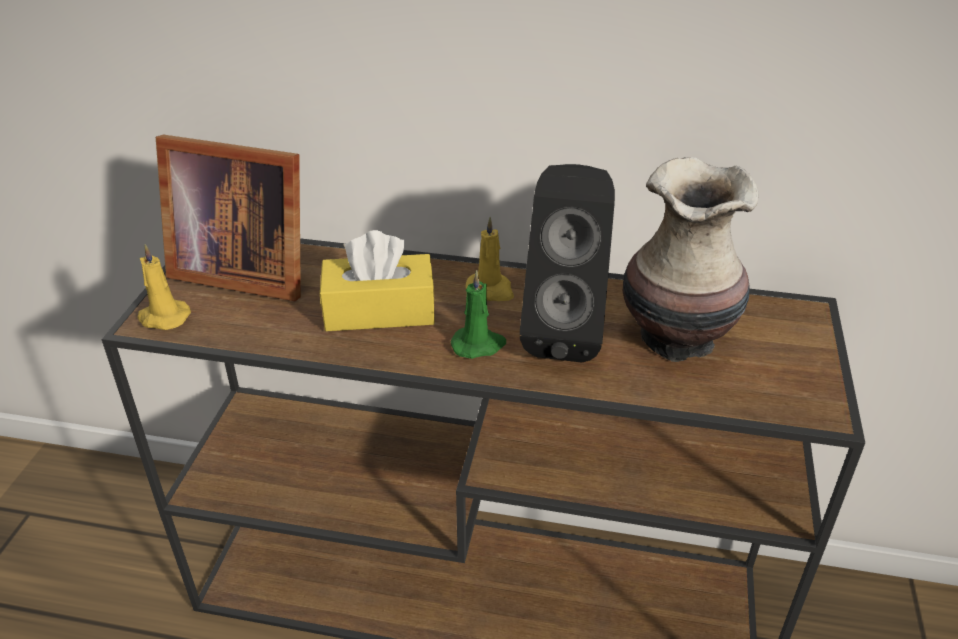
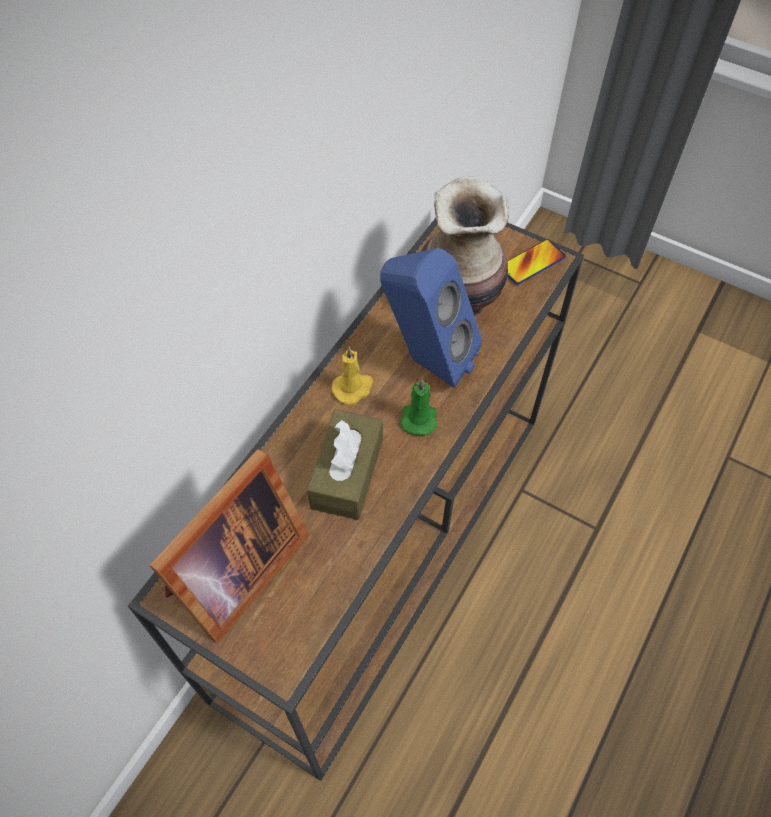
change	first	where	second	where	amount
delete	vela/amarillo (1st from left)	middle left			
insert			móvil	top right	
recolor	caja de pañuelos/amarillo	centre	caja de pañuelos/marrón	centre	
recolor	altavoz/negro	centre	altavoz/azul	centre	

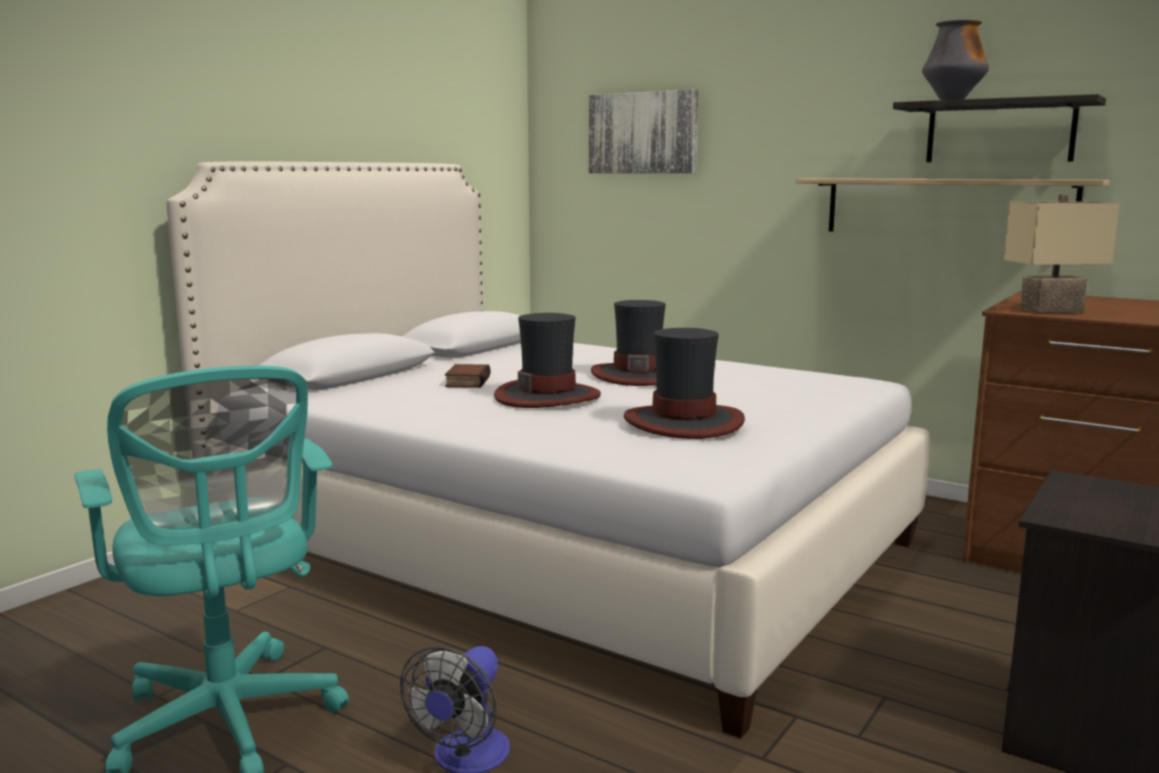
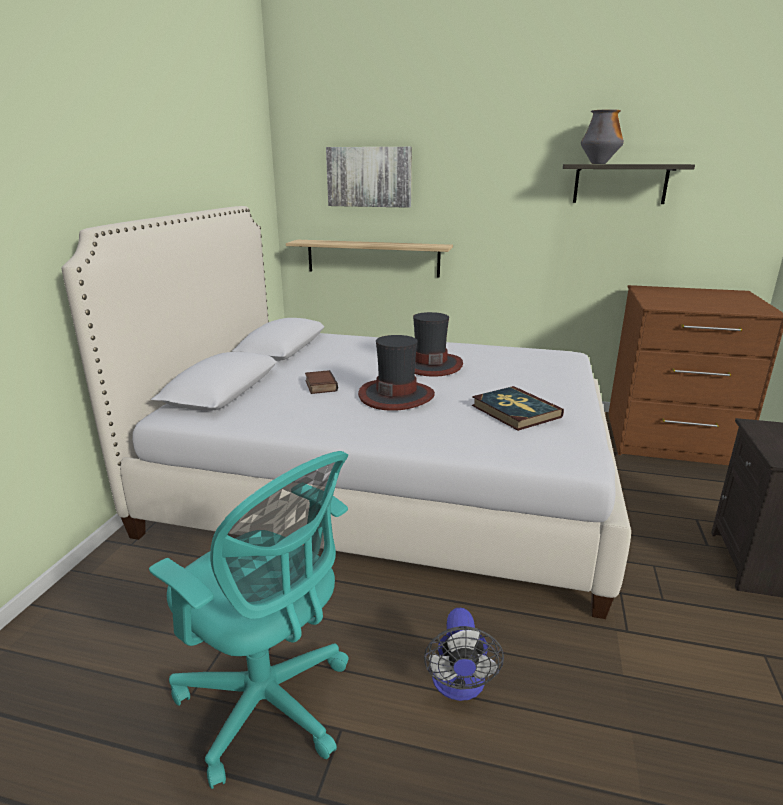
change	first	where	second	where	amount
delete	lámpara de mesa/beis	top right			
move	estante (1st from left)	top right		top centre	
replace	sombrero (3rd from left)	centre	libro (2nd from left)	centre	

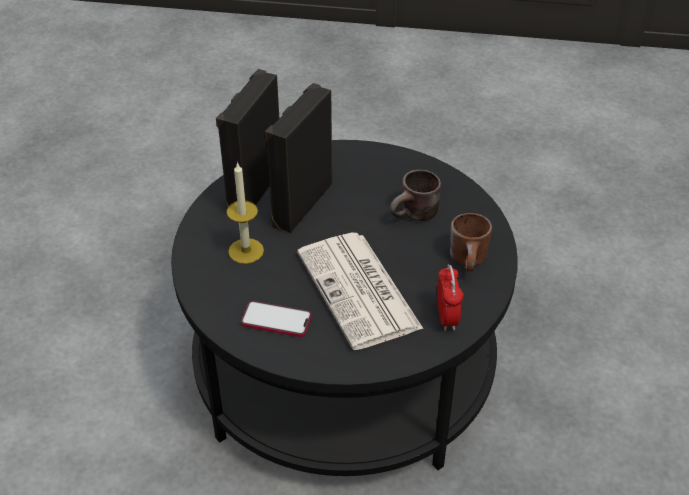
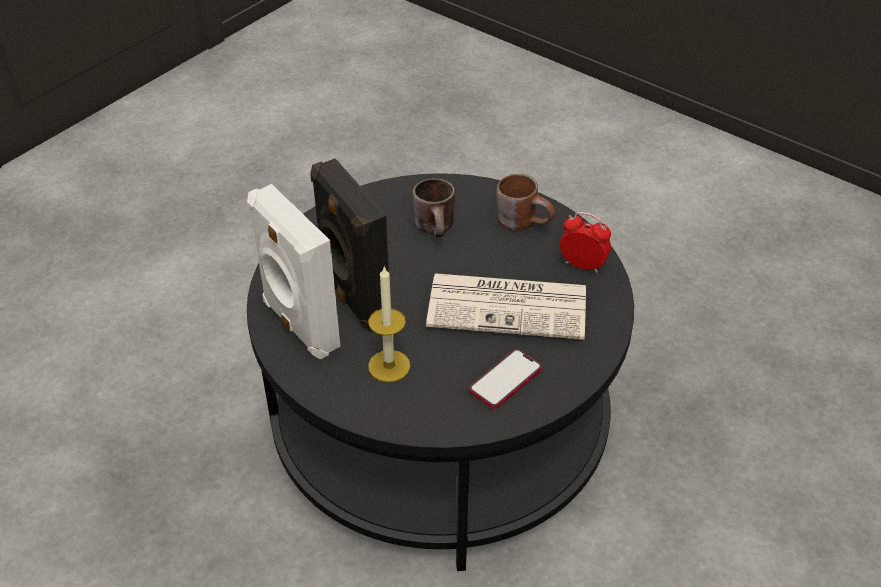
change	first	where	second	where	amount
recolor	altavoz/negro (1st from left)	top centre	altavoz/blanco	middle left	

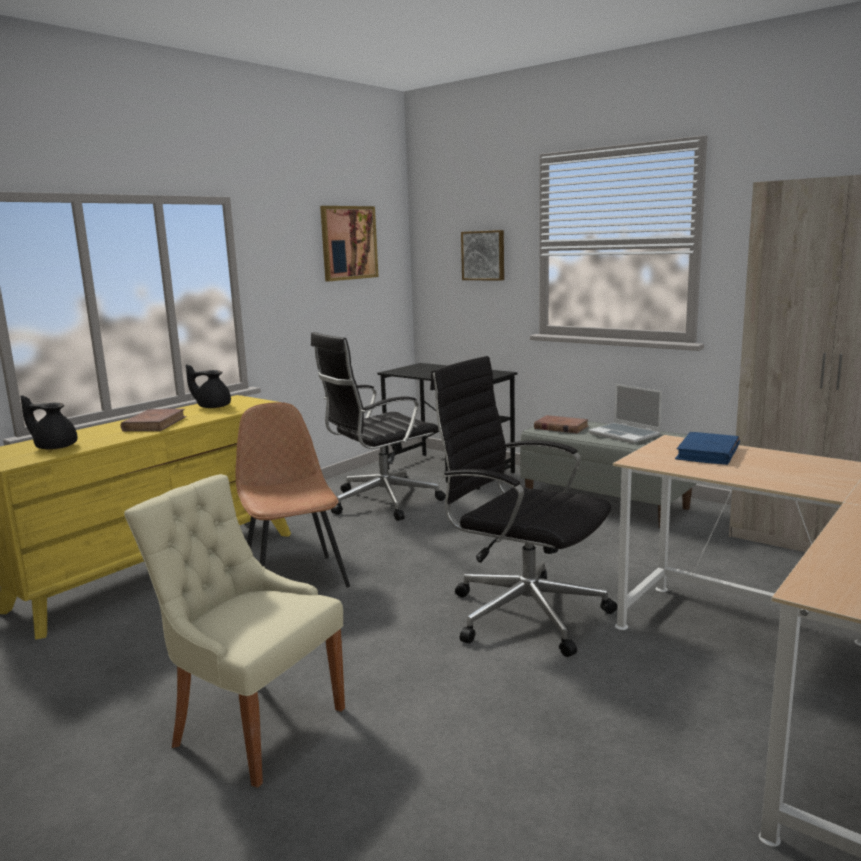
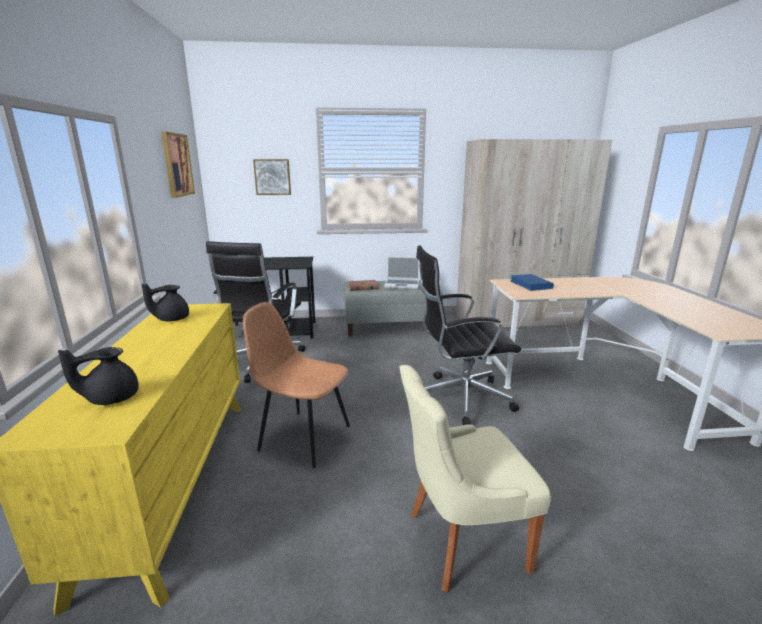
change	first	where	second	where	amount
delete	libro/marrón (1st from left)	middle left			

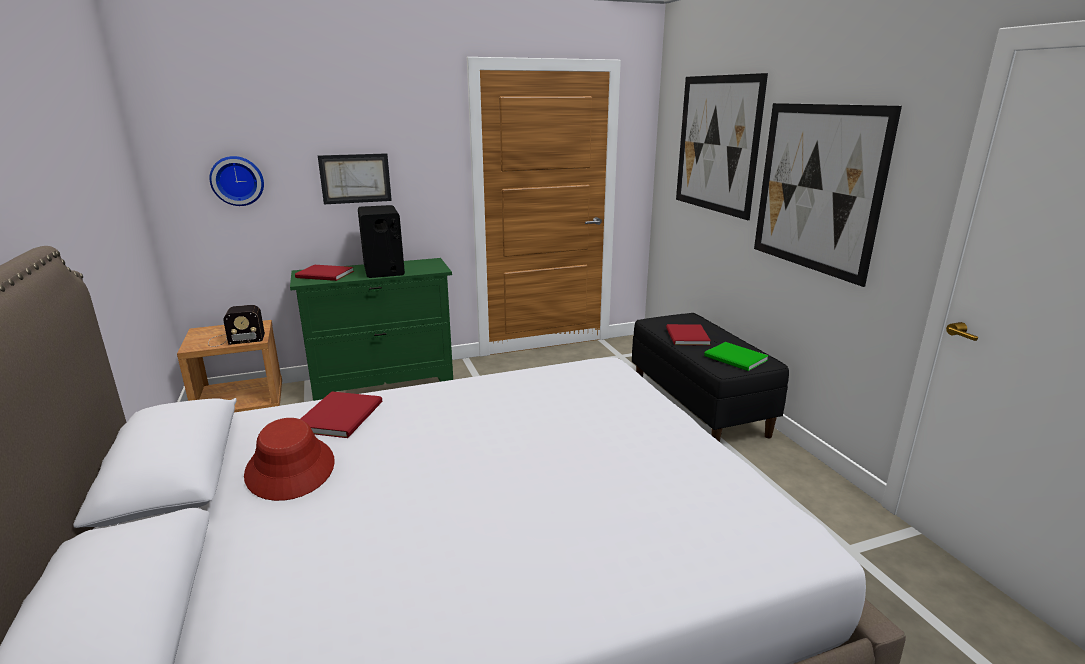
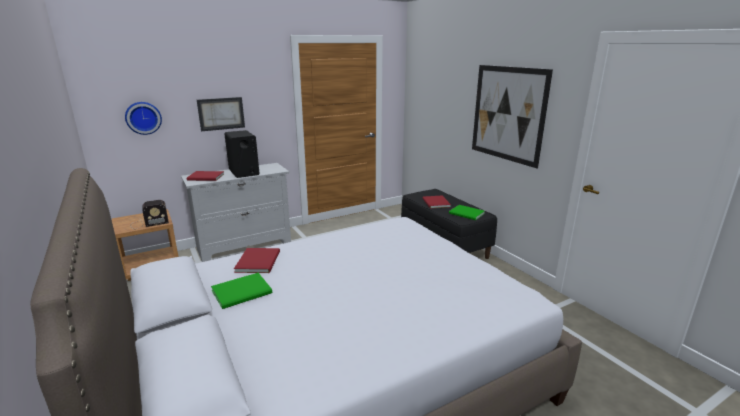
change	first	where	second	where	amount
delete	cuadro (2nd from left)	top centre			
replace	sombrero/rojo	bottom left	libro/verde (1st from left)	bottom left	
recolor	cómoda/verde	centre	cómoda/blanco	middle left	

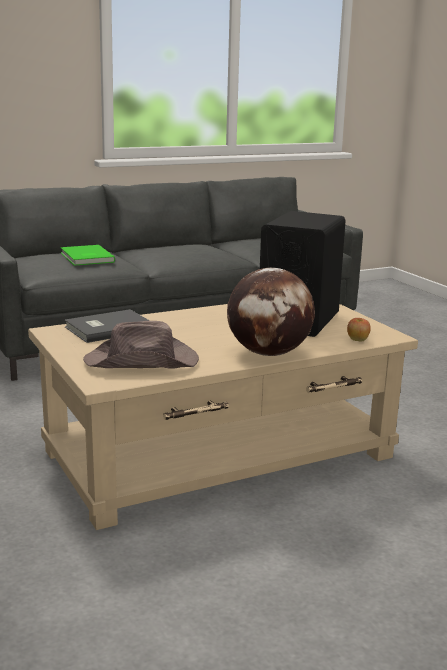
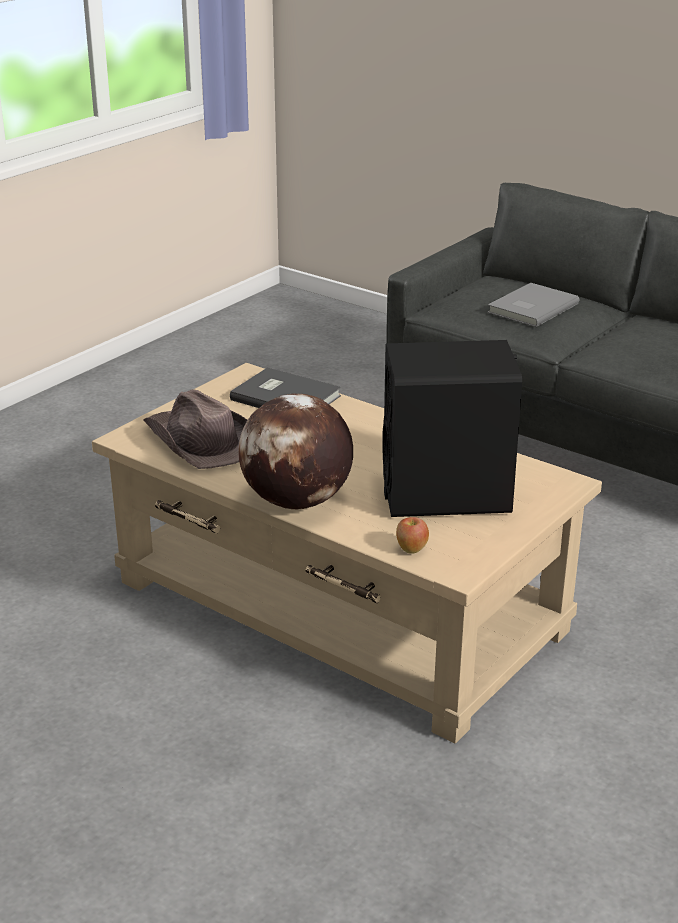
change	first	where	second	where	amount
recolor	libro/verde	middle left	libro/gris (2nd from left)	top right	

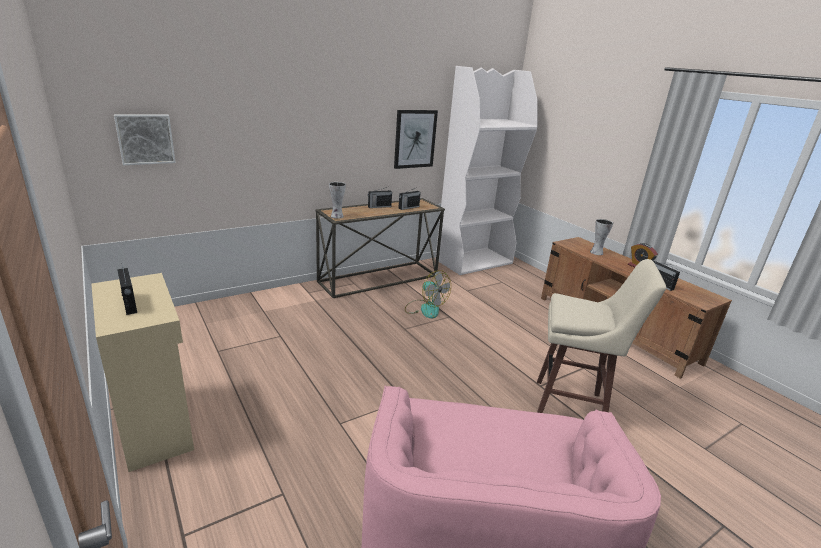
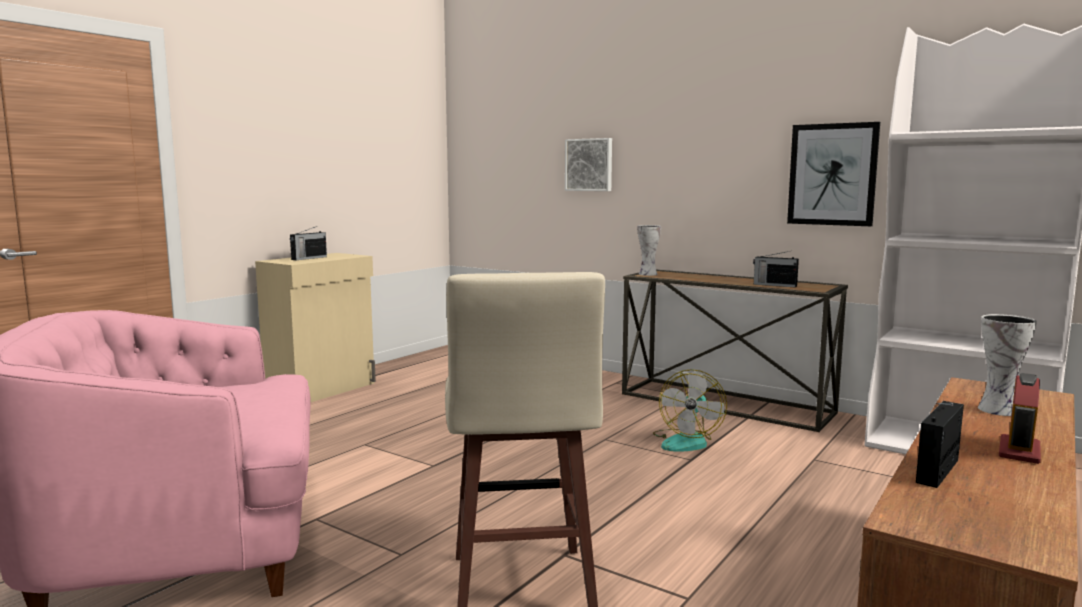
change	first	where	second	where	amount
delete	radio (2nd from left)	centre			
move	cuadro (1st from left)	top left		top centre	

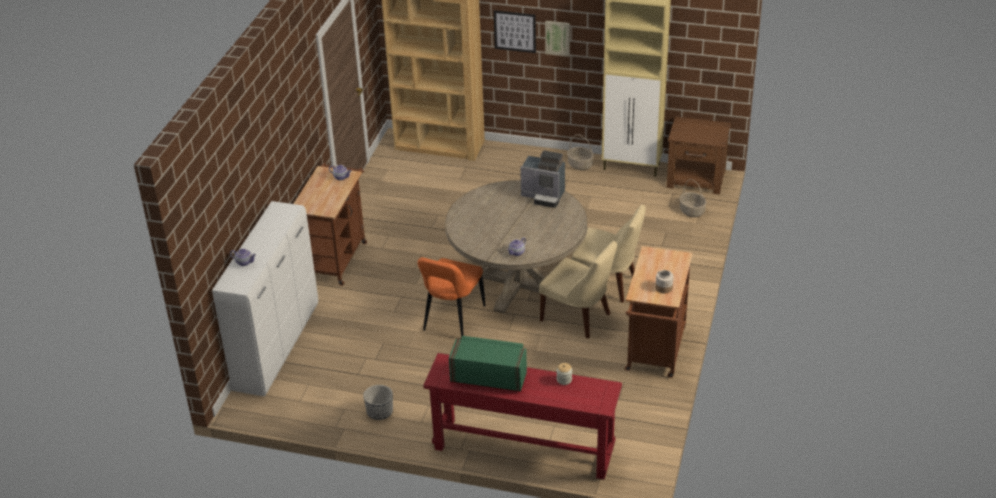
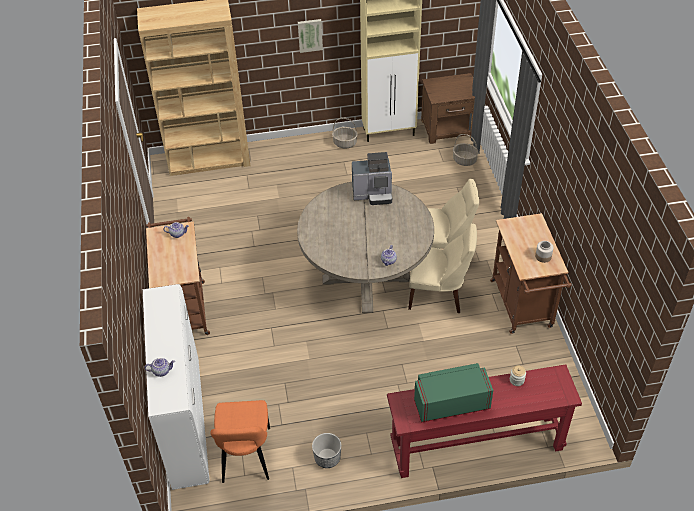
change	first	where	second	where	amount
delete	cuadro (1st from left)	top centre			
move	silla/naranja	centre		bottom centre	

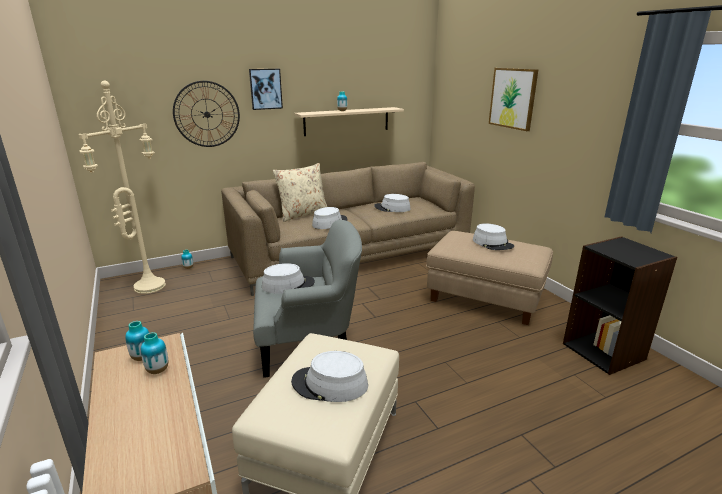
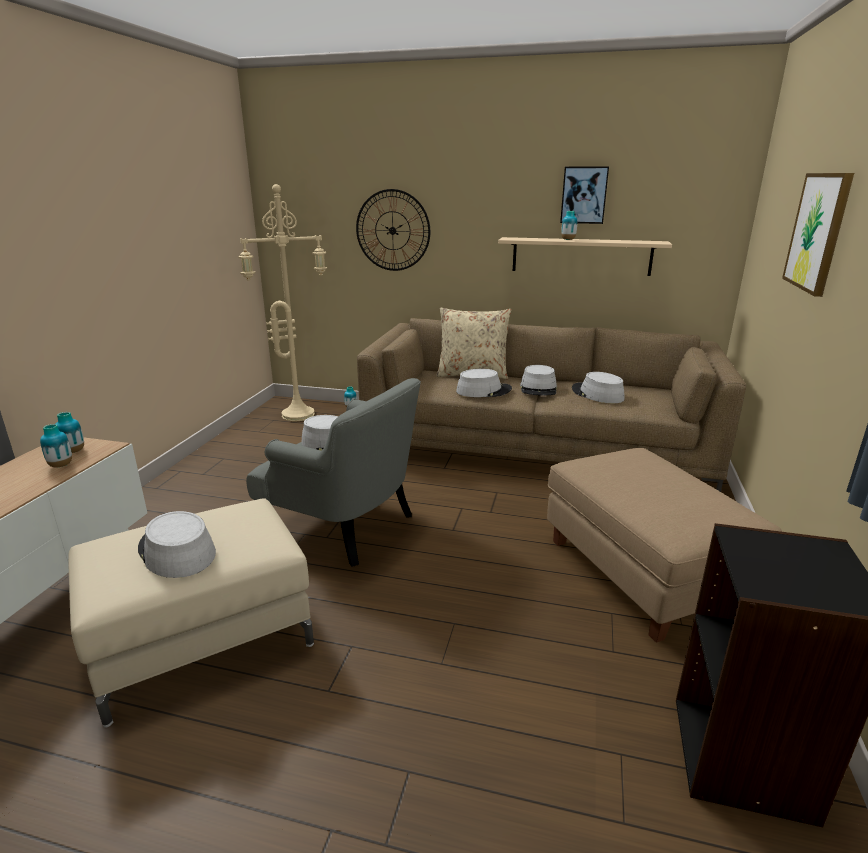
change	first	where	second	where	amount
move	cuadro (1st from left)	top centre		top right	
move	sombrero/gris (5th from left in the first image)	middle right	sombrero/gris (4th from left)	centre	

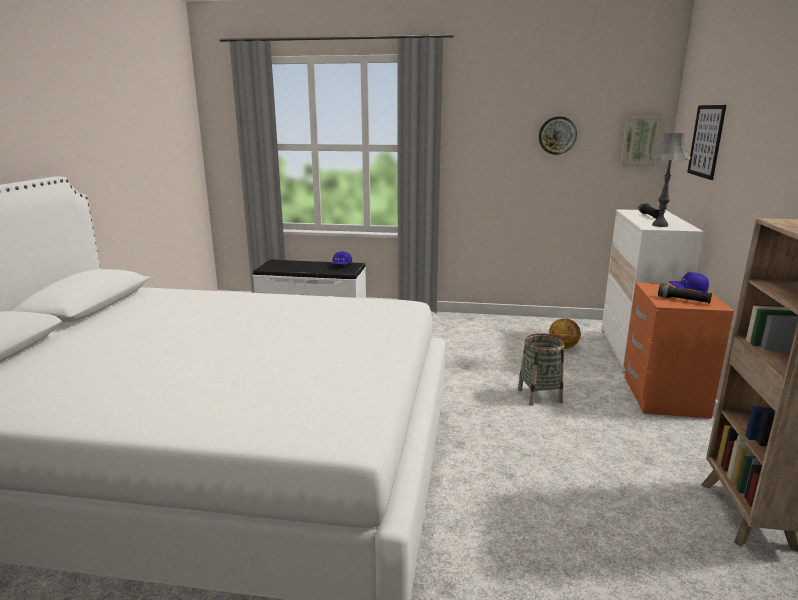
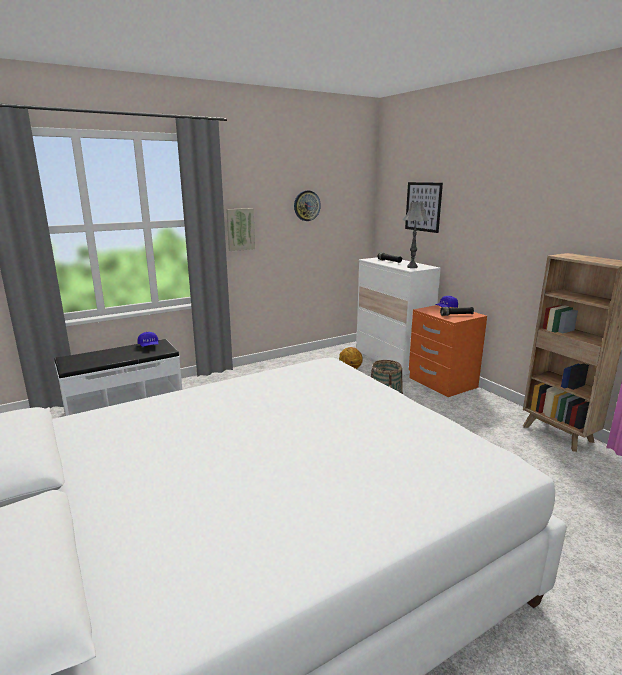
change	first	where	second	where	amount
move	cuadro (1st from left)	top right		centre	

